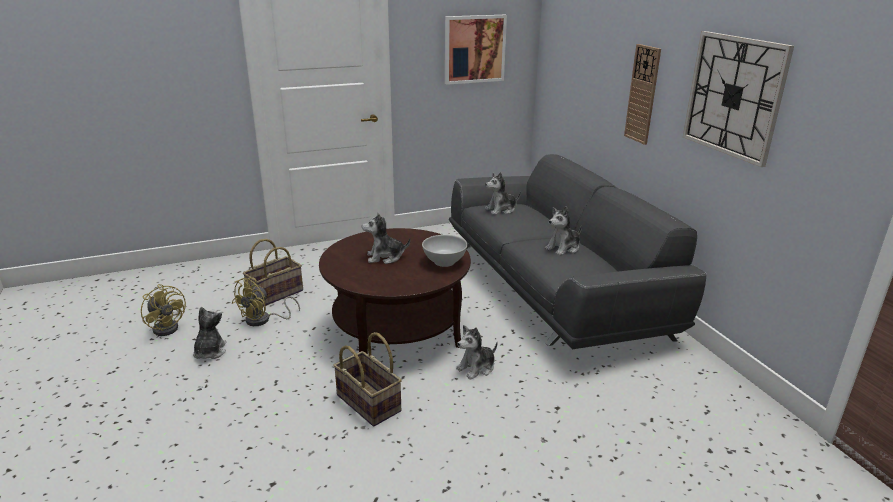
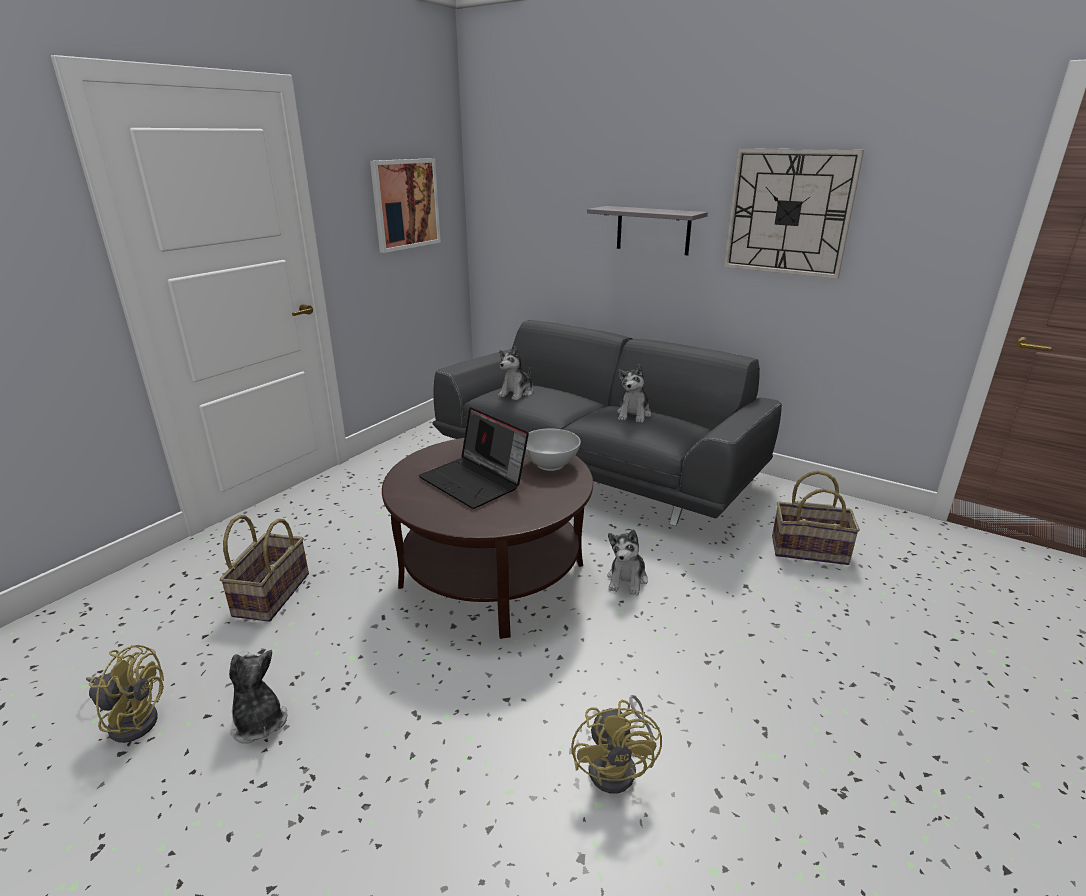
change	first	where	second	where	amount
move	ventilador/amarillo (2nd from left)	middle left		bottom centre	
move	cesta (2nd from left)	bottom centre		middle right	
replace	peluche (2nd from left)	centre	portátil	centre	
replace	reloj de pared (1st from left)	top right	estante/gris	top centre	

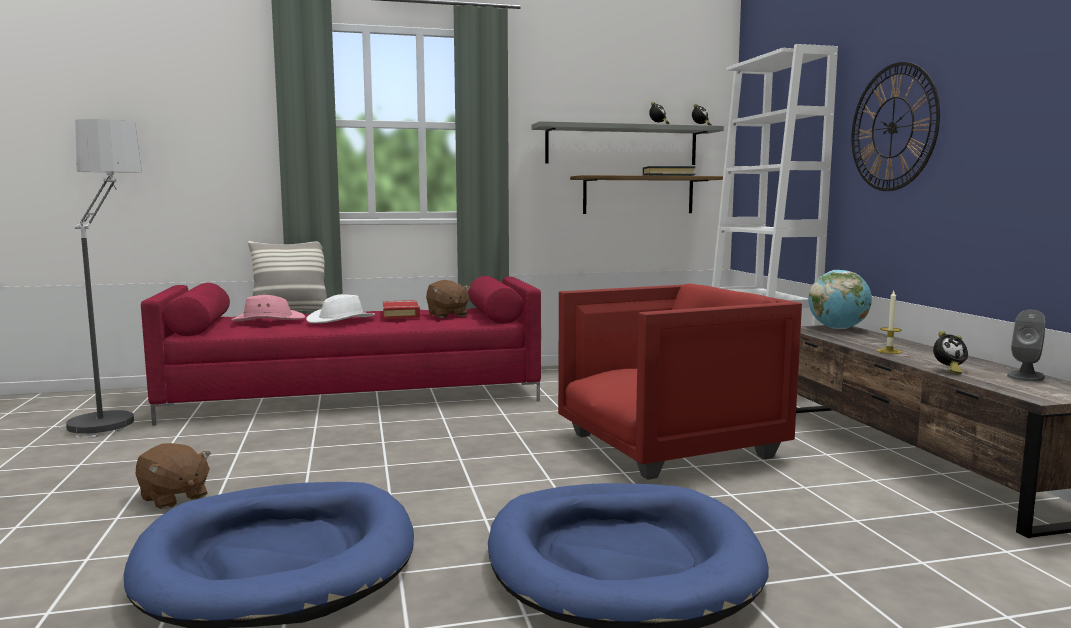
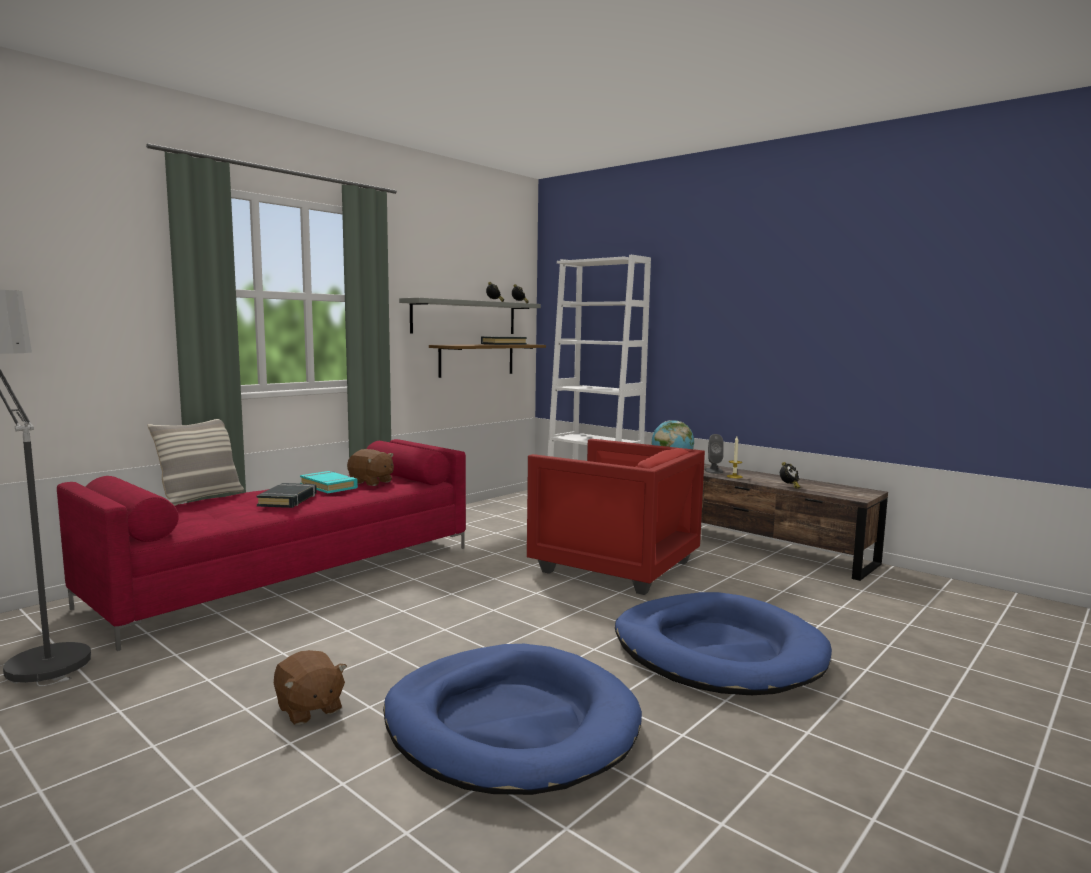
change	first	where	second	where	amount
delete	sombrero/rosa	middle left			
delete	reloj de pared	top right			
move	altavoz/gris	middle right		centre	
replace	sombrero/blanco	middle left	libro/negro (1st from left)	middle left	
recolor	libro/rojo	centre	libro/turquesa	middle left	
rotate	peluche/marrón (1st from left)	bottom left		bottom left	45 degrees clockwise
rotate	sillón/rojo	centre		centre	90 degrees clockwise

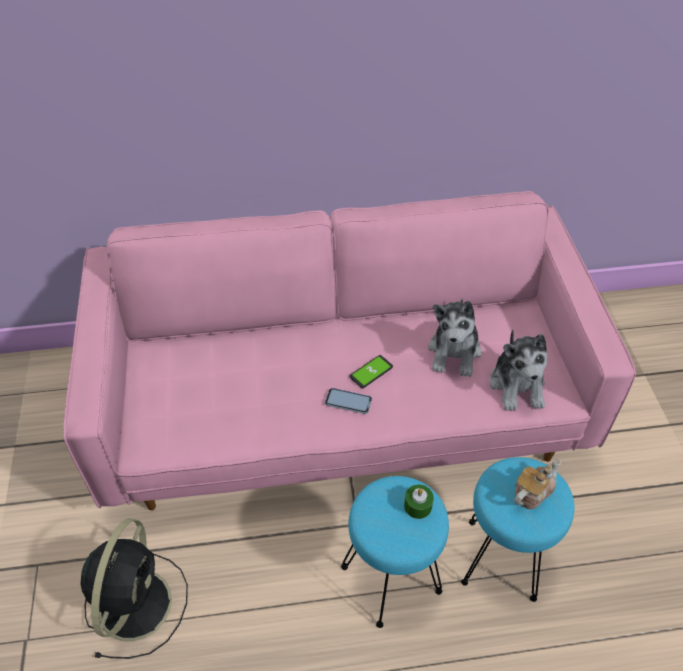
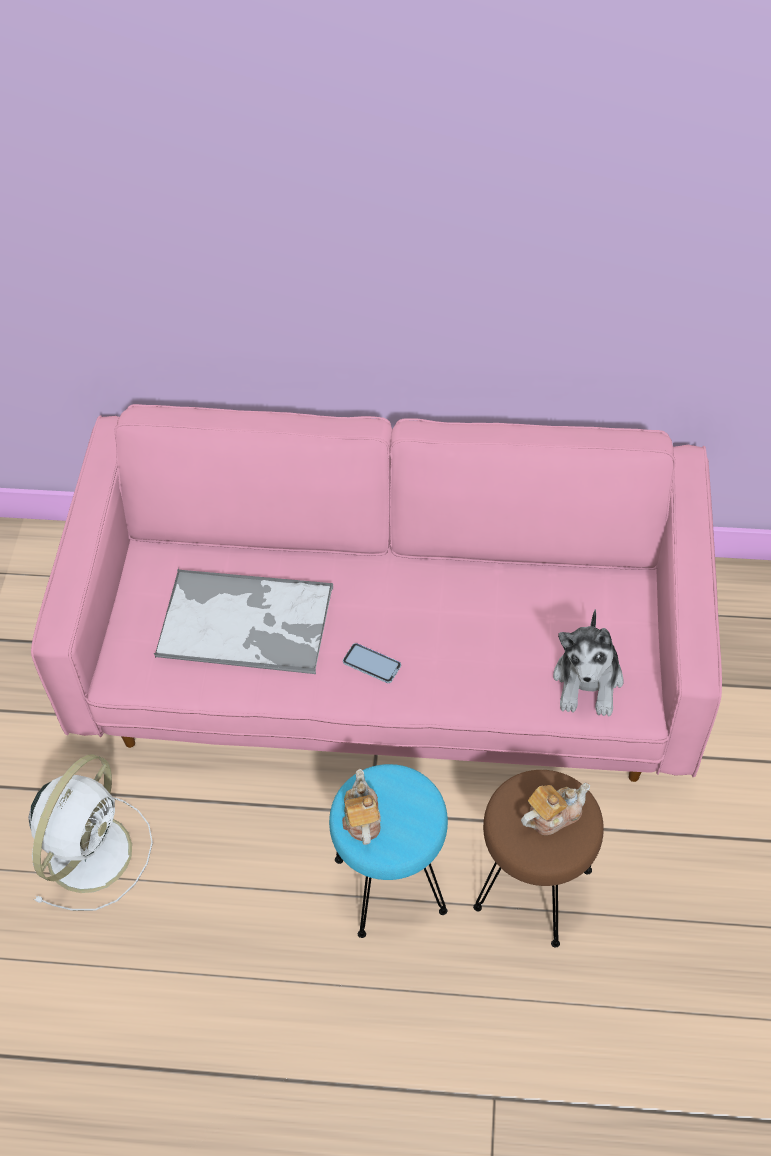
change	first	where	second	where	amount
delete	móvil (2nd from left)	centre			
delete	vela/verde	bottom centre			
delete	peluche (1st from left)	centre			
insert			bandeja	middle left	
insert			tetera (1st from left)	bottom centre	
recolor	ventilador/negro	bottom left	ventilador/blanco	bottom left	
recolor	taburete/turquesa (2nd from left)	bottom right	taburete/marrón	bottom right	

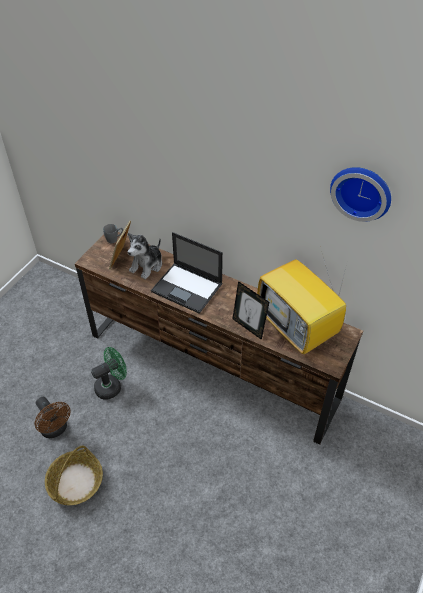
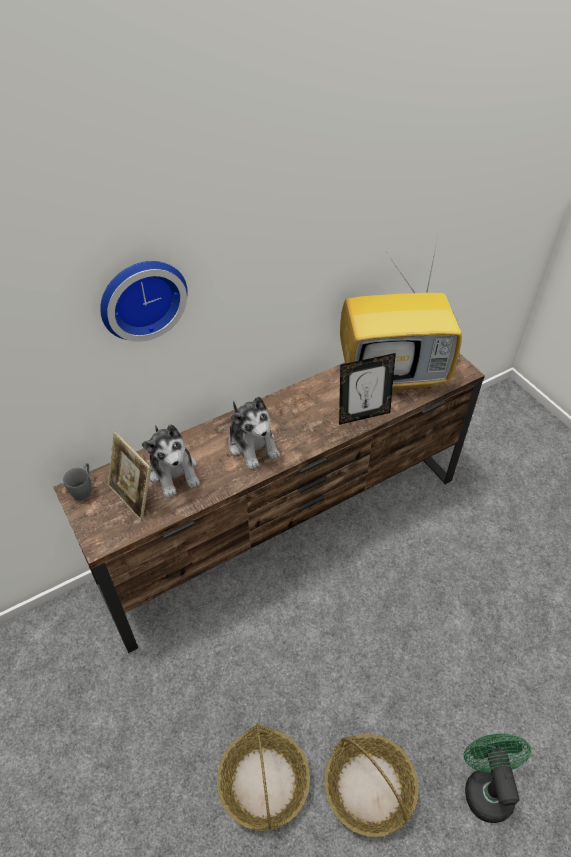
change	first	where	second	where	amount
move	ventilador/verde	middle left		bottom right	
move	reloj de pared	top right		middle left	
replace	ventilador/marrón	bottom left	cesta (1st from left)	bottom centre	
replace	portátil	centre	peluche (2nd from left)	centre	

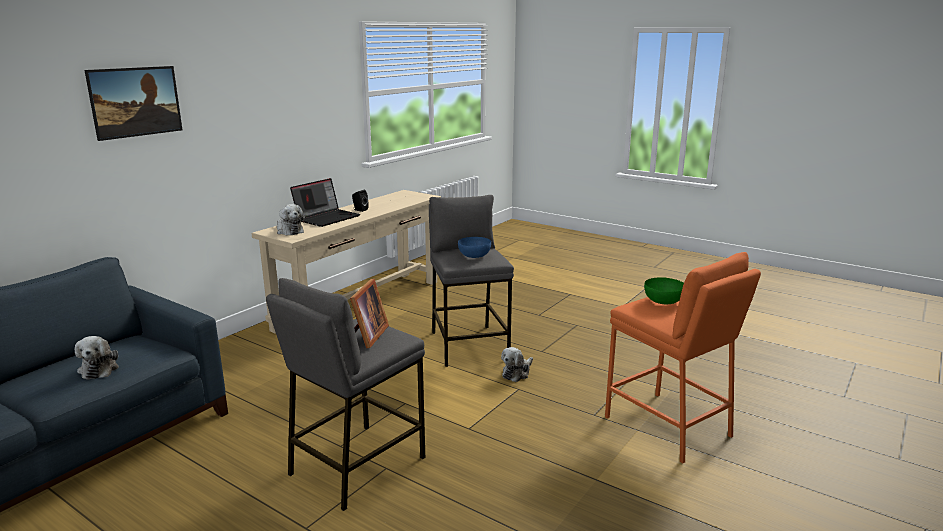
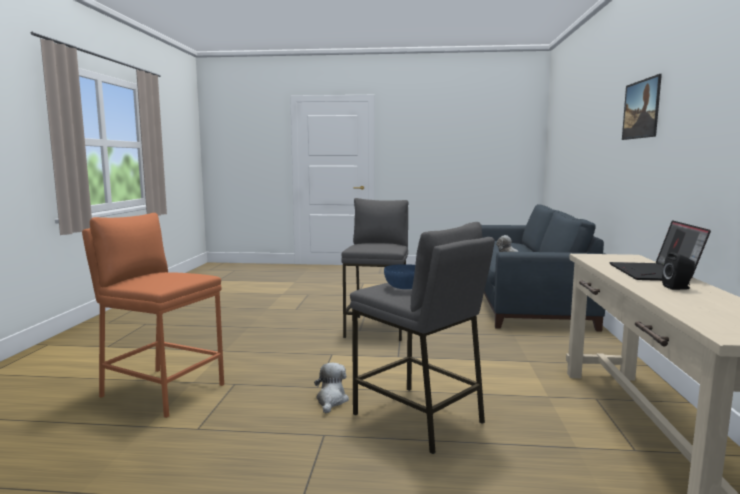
change	first	where	second	where	amount
delete	peluche (2nd from left)	middle left			
delete	portarretratos	centre			
delete	cuenco/verde	middle right			

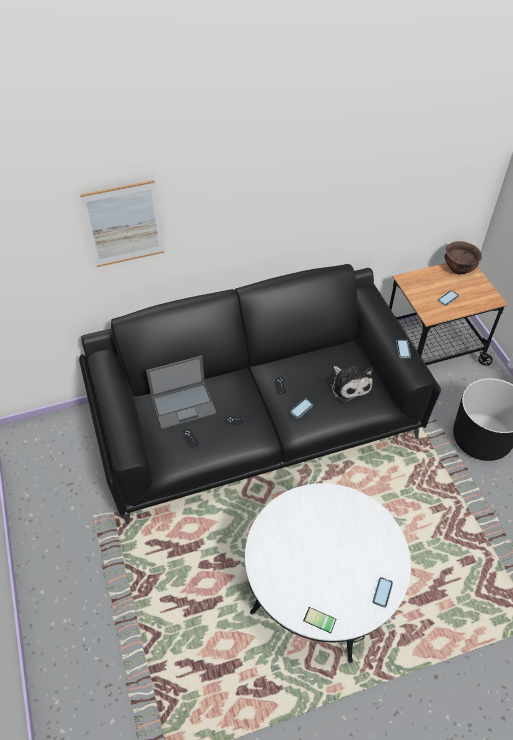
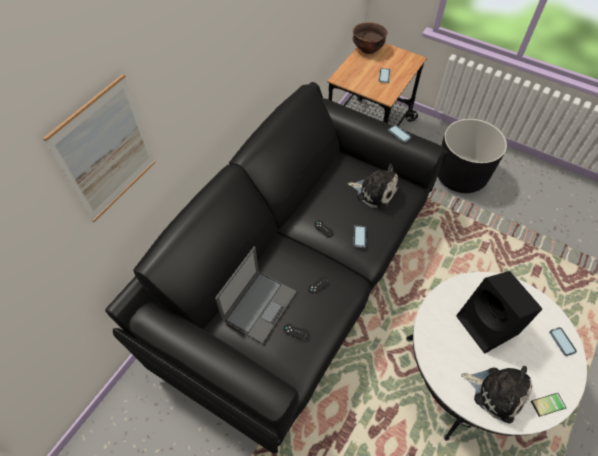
change	first	where	second	where	amount
insert			altavoz/negro	bottom right	
insert			peluche (2nd from left)	bottom right	

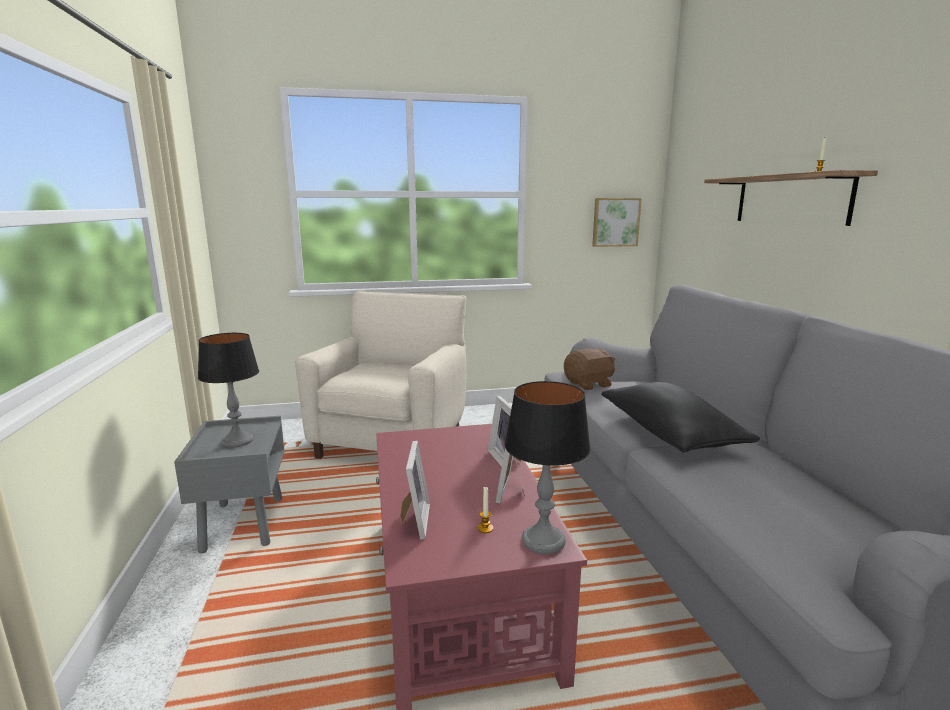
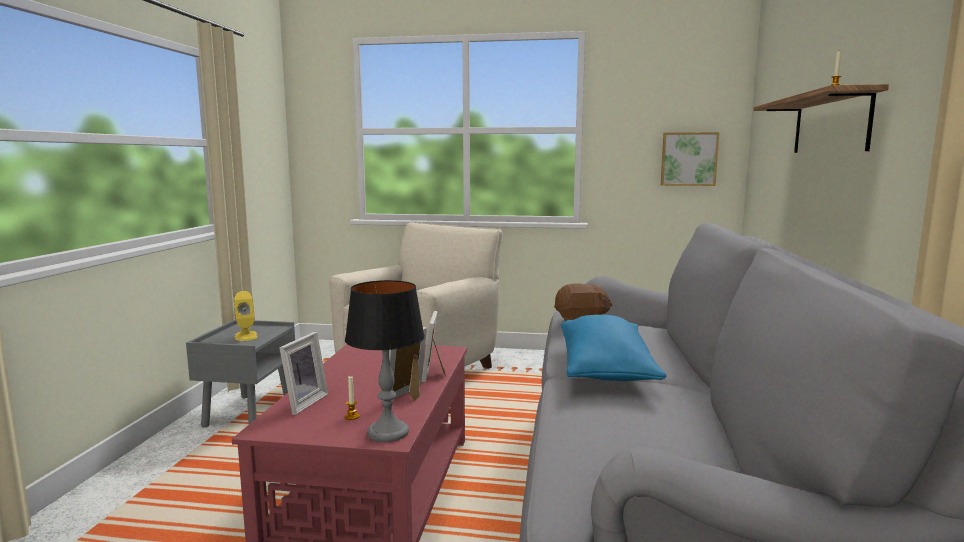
change	first	where	second	where	amount
replace	lámpara de mesa (1st from left)	middle left	altavoz/amarillo	middle left	
recolor	cojín/negro	middle right	cojín/azul	centre	

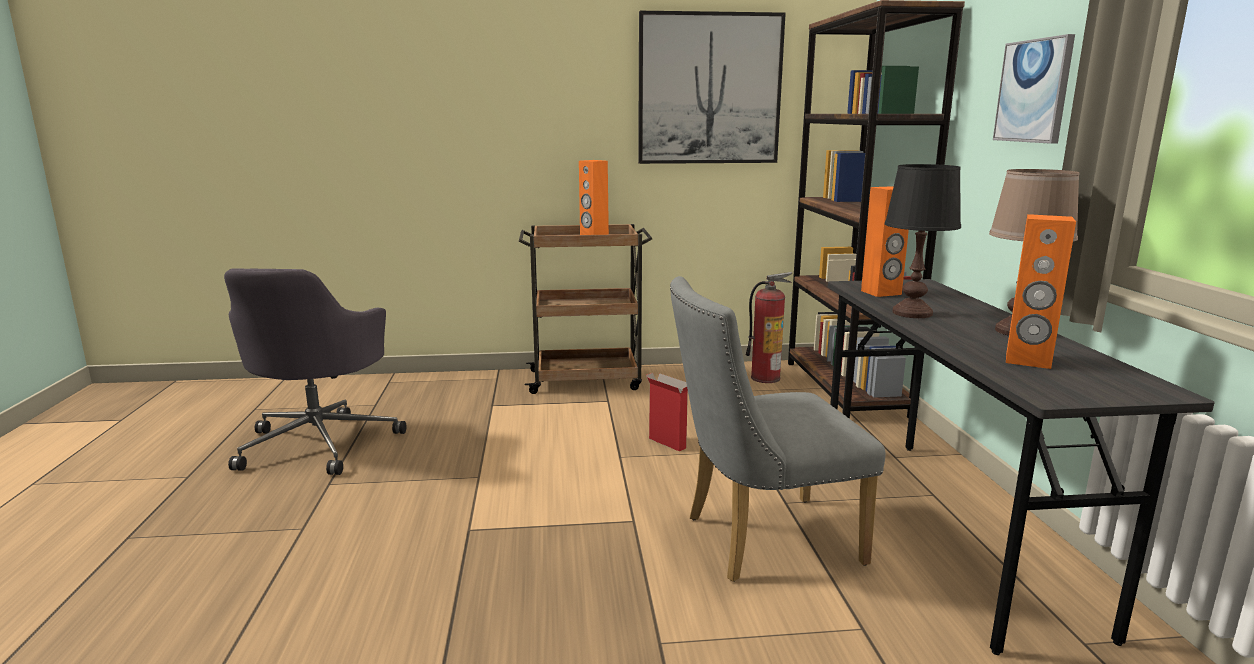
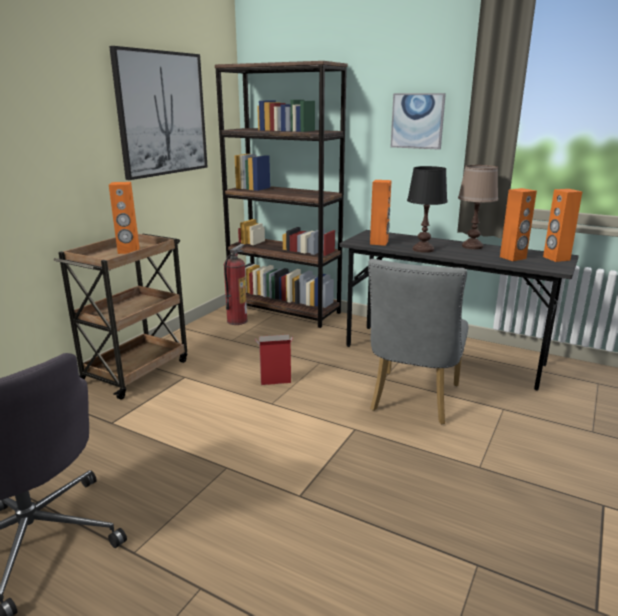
change	first	where	second	where	amount
insert			altavoz/naranja (4th from left)	middle right	

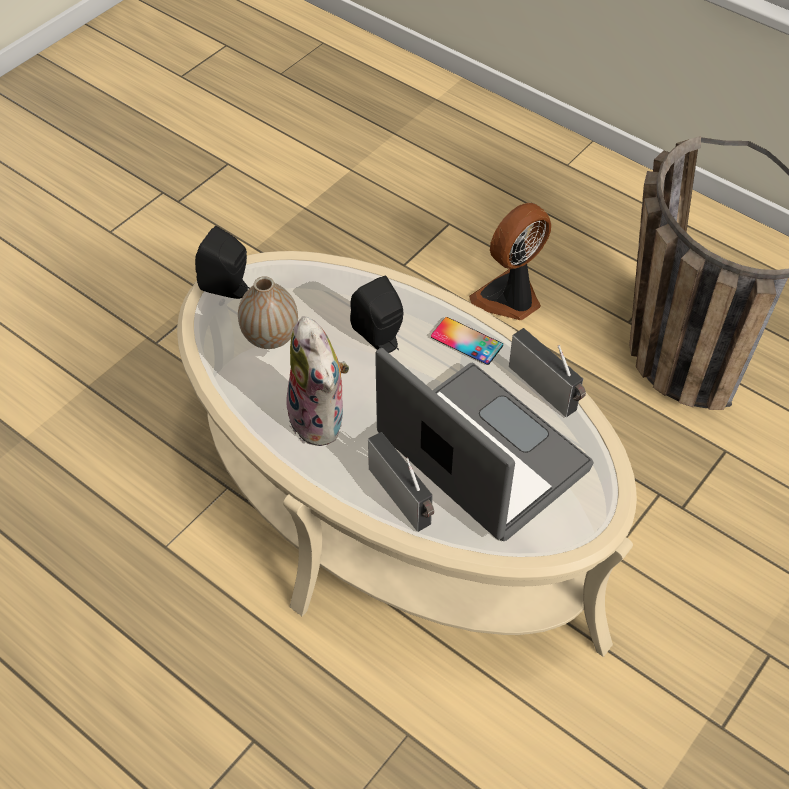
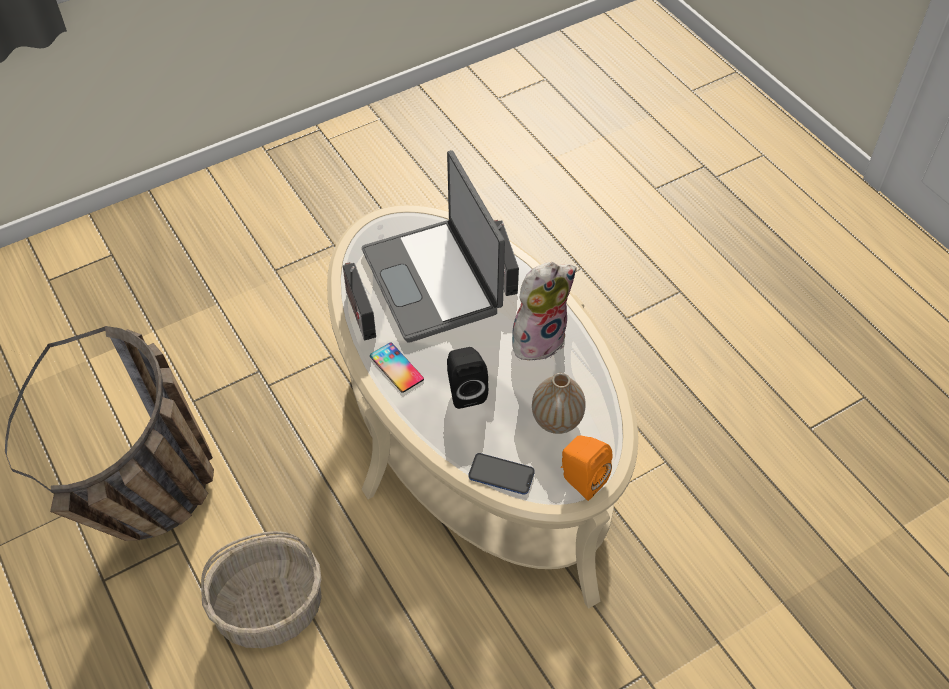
change	first	where	second	where	amount
insert			móvil (2nd from left)	bottom centre	
replace	ventilador	top centre	cesta (2nd from left)	bottom left	
recolor	altavoz/negro (1st from left)	top left	altavoz/naranja	bottom centre	
rotate	peluche	centre		centre	60 degrees clockwise

